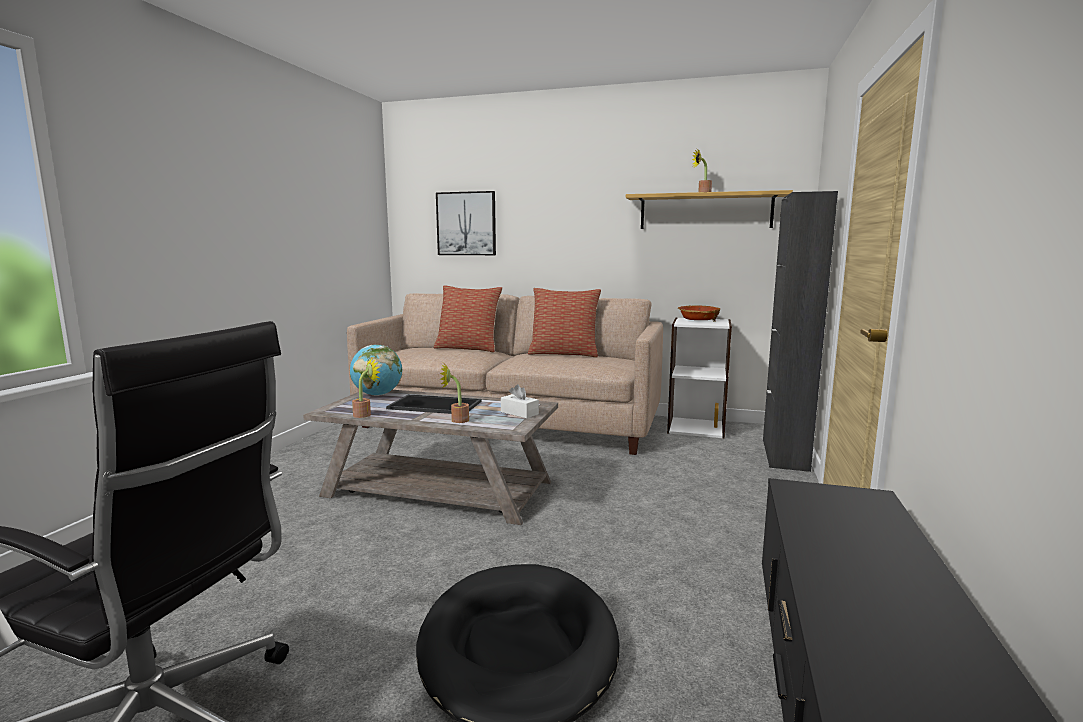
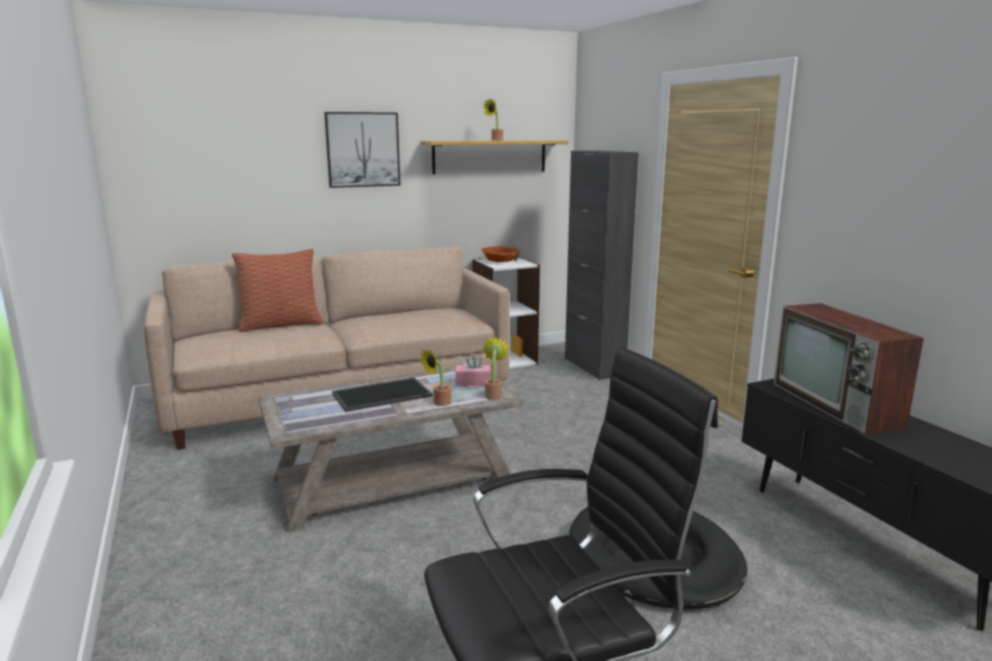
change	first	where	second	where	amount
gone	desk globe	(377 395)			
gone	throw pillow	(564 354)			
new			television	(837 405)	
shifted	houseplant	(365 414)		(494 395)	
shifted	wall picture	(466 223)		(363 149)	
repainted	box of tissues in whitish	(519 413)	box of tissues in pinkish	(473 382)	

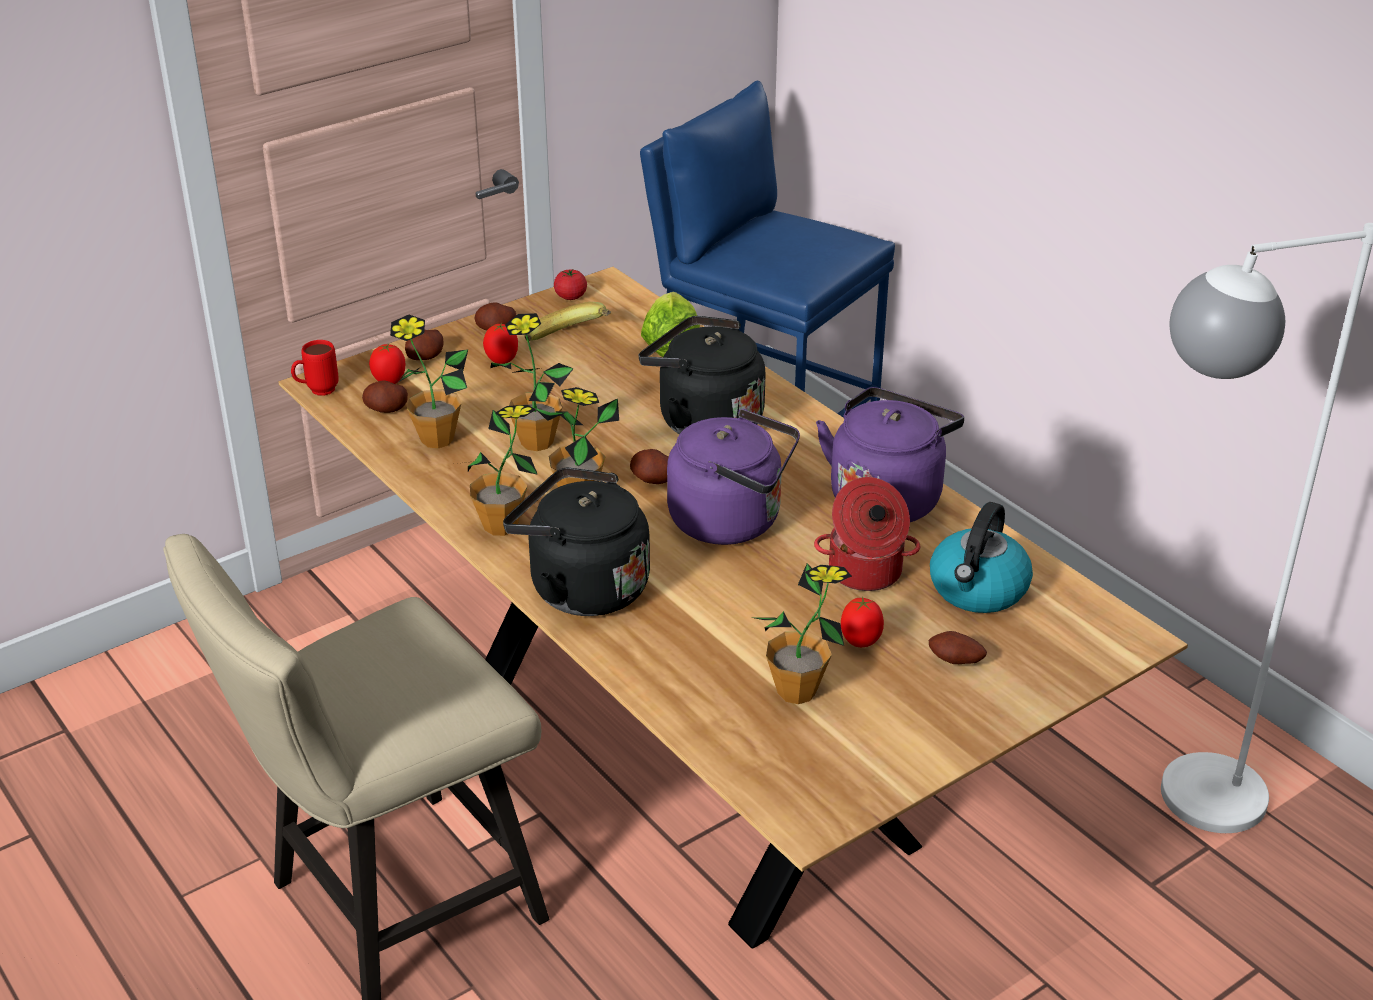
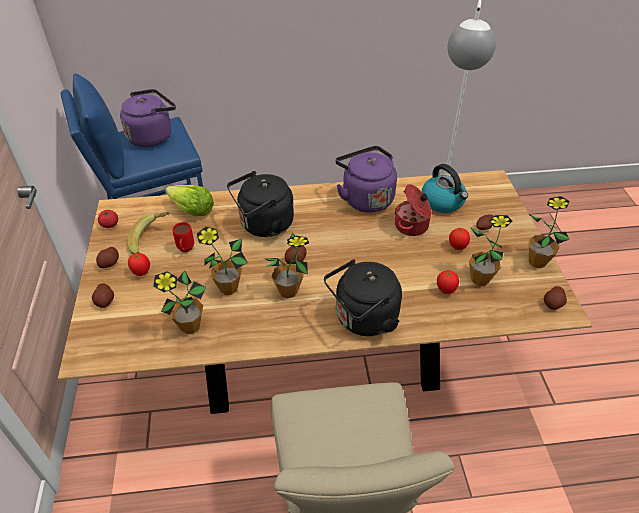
change	first	where	second	where	amount
shifted	mug in red	(316 392)		(185 250)	
shifted	whole potato	(386 409)		(553 304)	
shifted	tomato	(390 382)		(446 290)	
shifted	houseplant	(501 526)		(537 261)	
shifted	water kettle in purple-coloured	(732 521)		(152 136)	

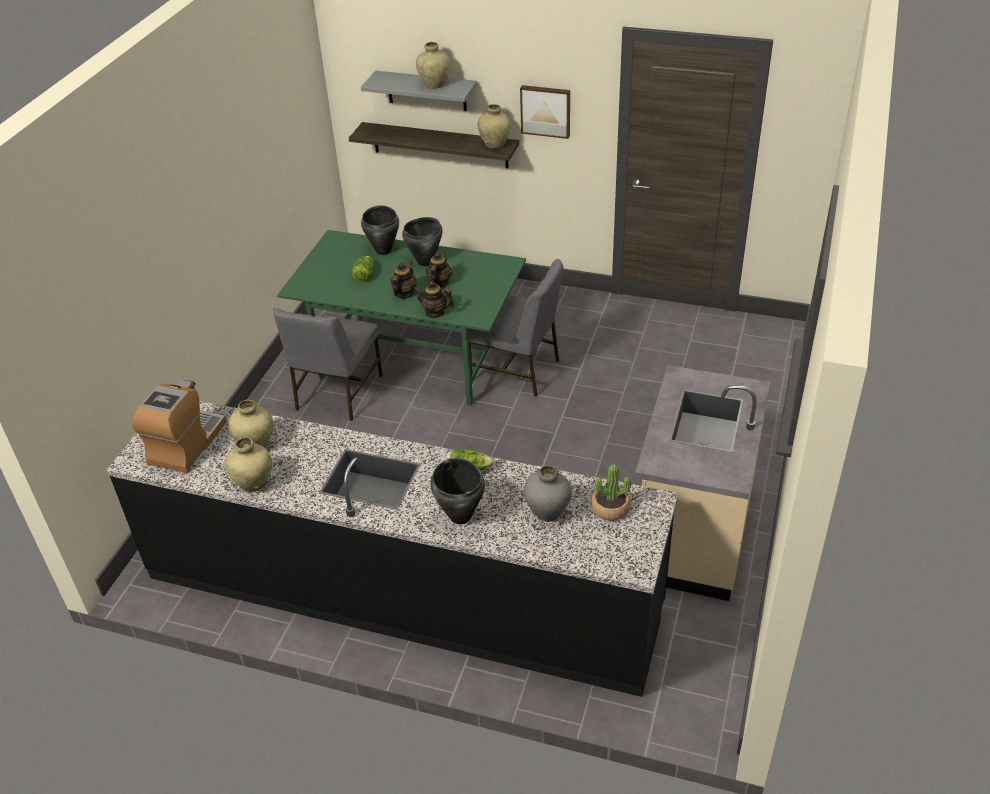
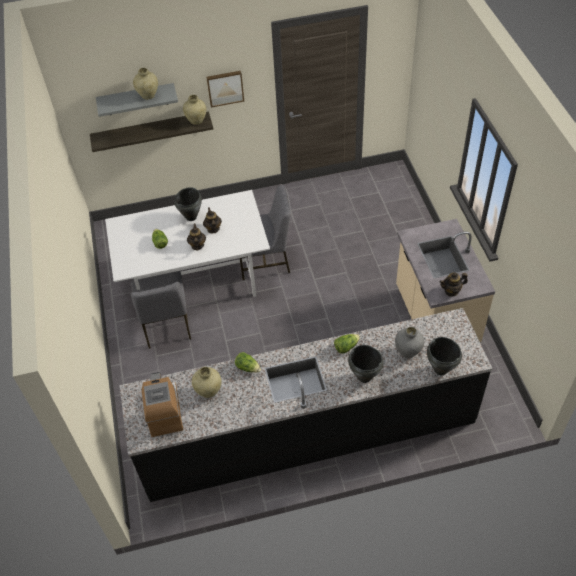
change	first	where	second	where	amount
gone	decorative vase in beige-coloured	(254 484)			
gone	houseplant	(610 508)			
new			head of lettuce	(248 367)	
shifted	saucepot in black-coloured	(384 250)		(441 369)	
shifted	pot for tea	(435 312)		(451 291)	
repainted	dining table in green-coloured	(411 359)	dining table in whitish	(195 281)	

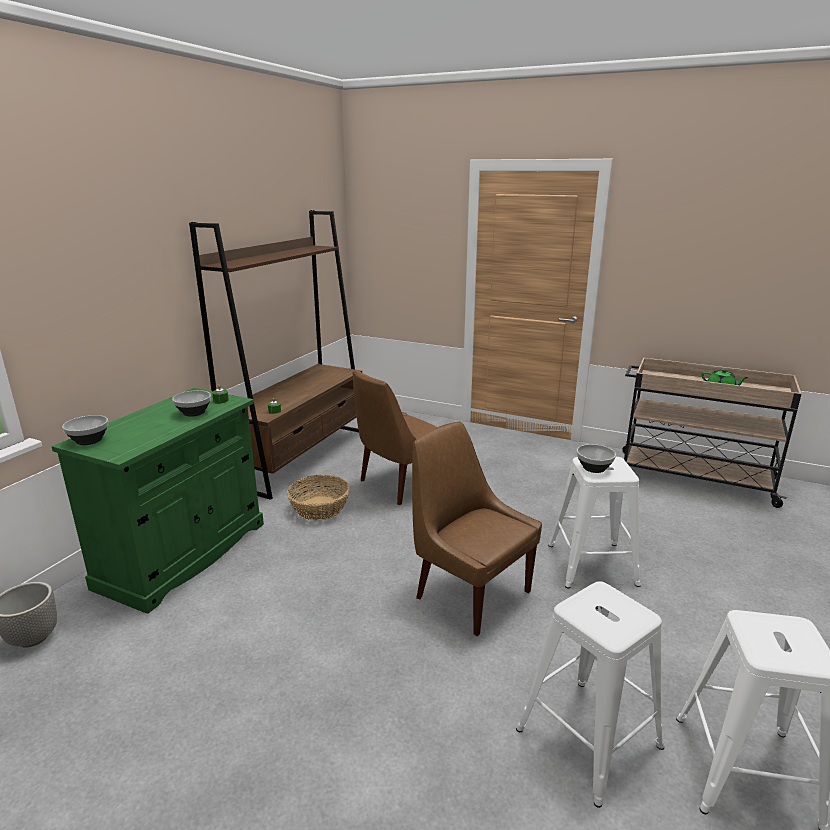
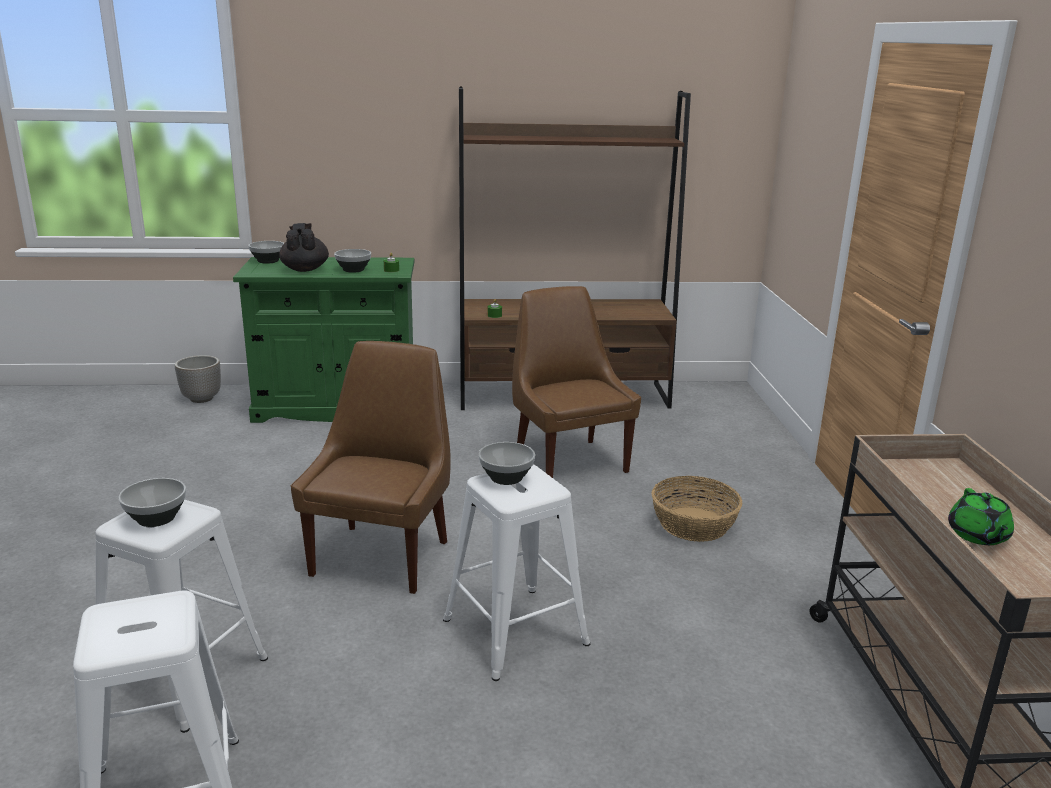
change	first	where	second	where	amount
new			serving bowl	(156 518)	
new			pot for tea in black-coloured	(305 269)	
shifted	basket	(320 508)		(694 524)	
rotated	plain chair in brown-coloured	(399 484)		(569 461)	45 degrees clockwise

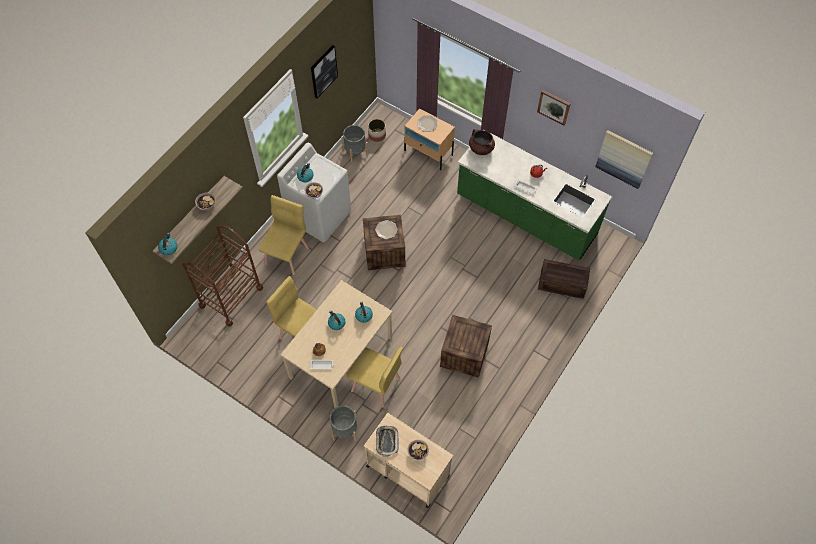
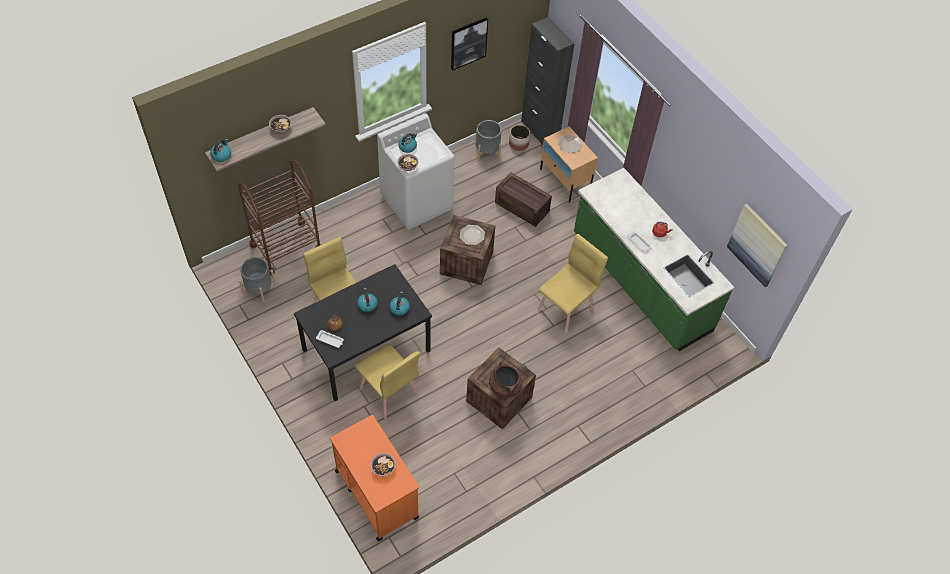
change	first	where	second	where	amount
gone	serving tray	(386 441)			
gone	wall picture	(554 106)			
new			cupboard in black-coloured	(540 130)	
shifted	plain chair in yellowish	(287 255)		(566 308)	
shifted	flower pot in gray	(344 429)		(259 289)	
shifted	saucepot in brown-coloured	(481 148)		(504 387)	
shifted	shipping crate	(562 283)		(523 207)	
repainted	dining table in beige-coloured	(341 356)	dining table in black-coloured	(366 349)	
repainted	wheeled cart in beige-coloured	(407 470)	wheeled cart in orange	(376 493)	

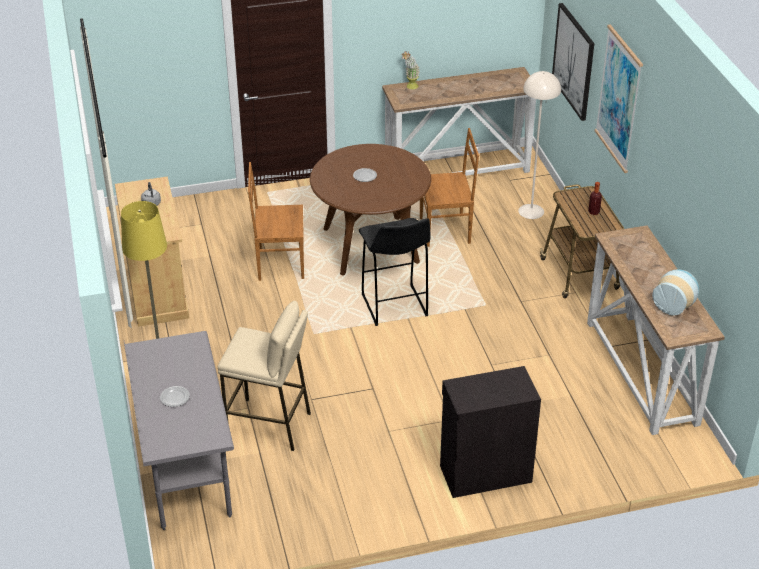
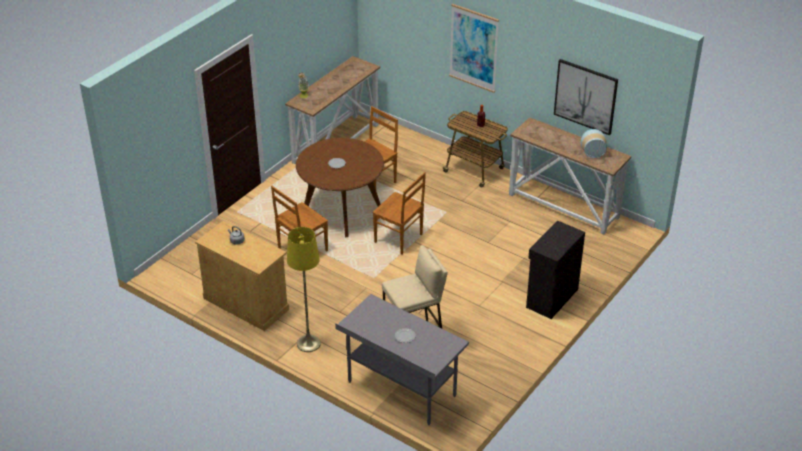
change	first	where	second	where	amount
gone	standing lamp in beige-coloured	(531 211)			
shifted	wall picture	(574 61)		(585 96)	
swapped	sitting stool in black-coloured	(395 307)	plain chair in brown-coloured	(399 239)	

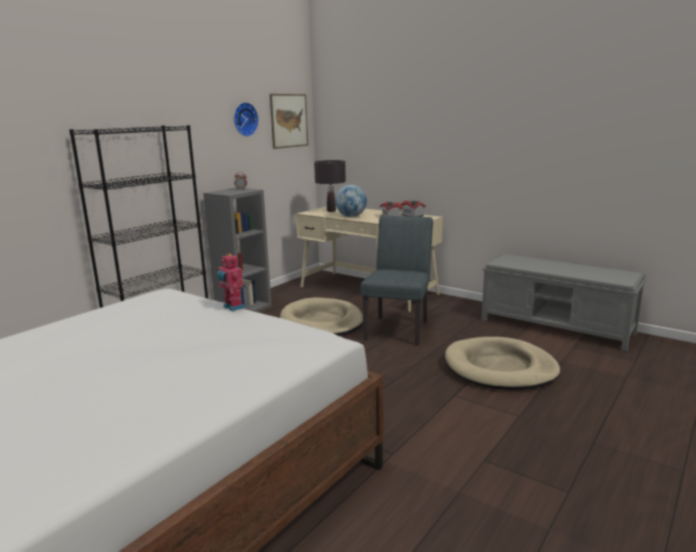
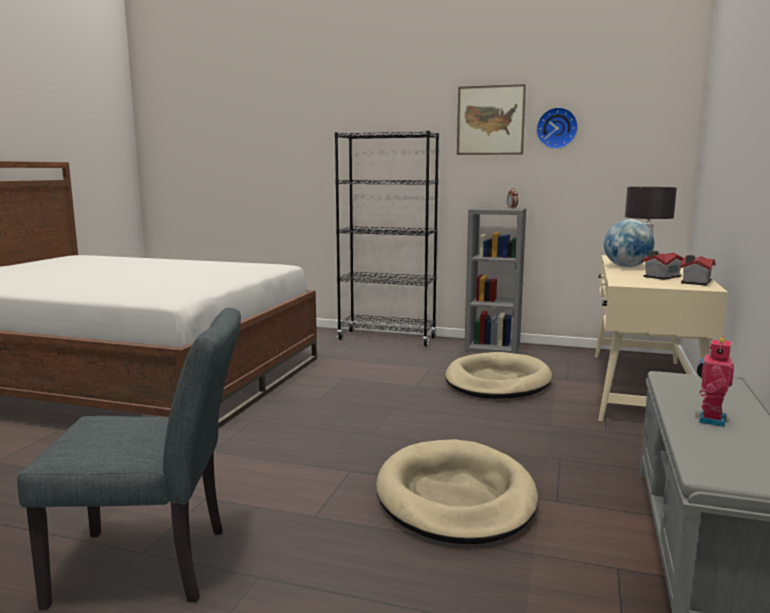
change	first	where	second	where	amount
shifted	robot figure	(232 307)		(709 419)	
shifted	wall picture	(289 120)		(490 120)	
shifted	plain chair in gray	(398 328)		(155 565)	

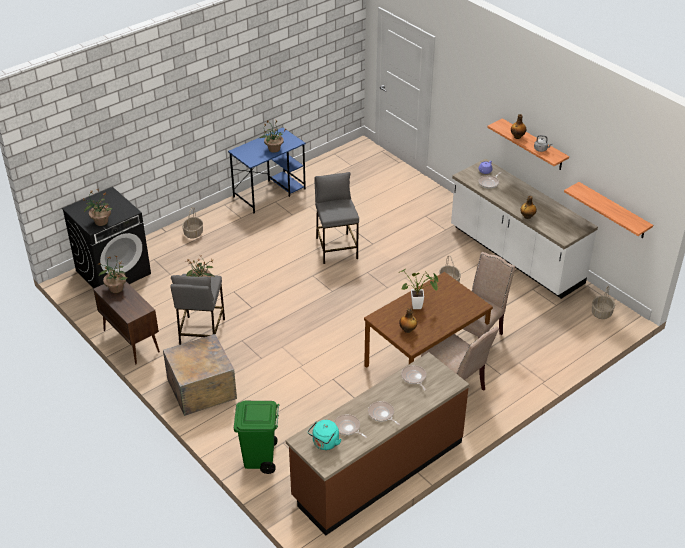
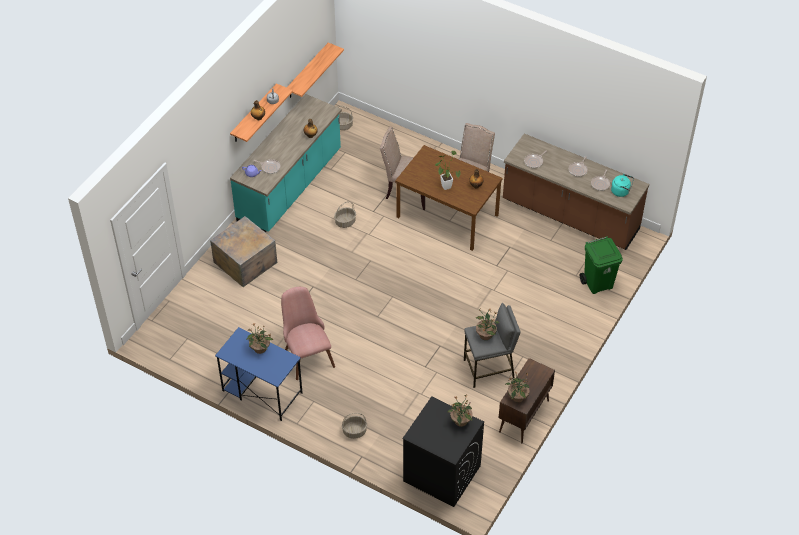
change	first	where	second	where	amount
gone	sitting stool in gray	(336 248)			
new			plain chair in pinkish	(306 353)	
shifted	shipping crate	(200 388)		(245 263)	
repainted	counter in whitish	(515 256)	counter in blue-green	(290 187)	

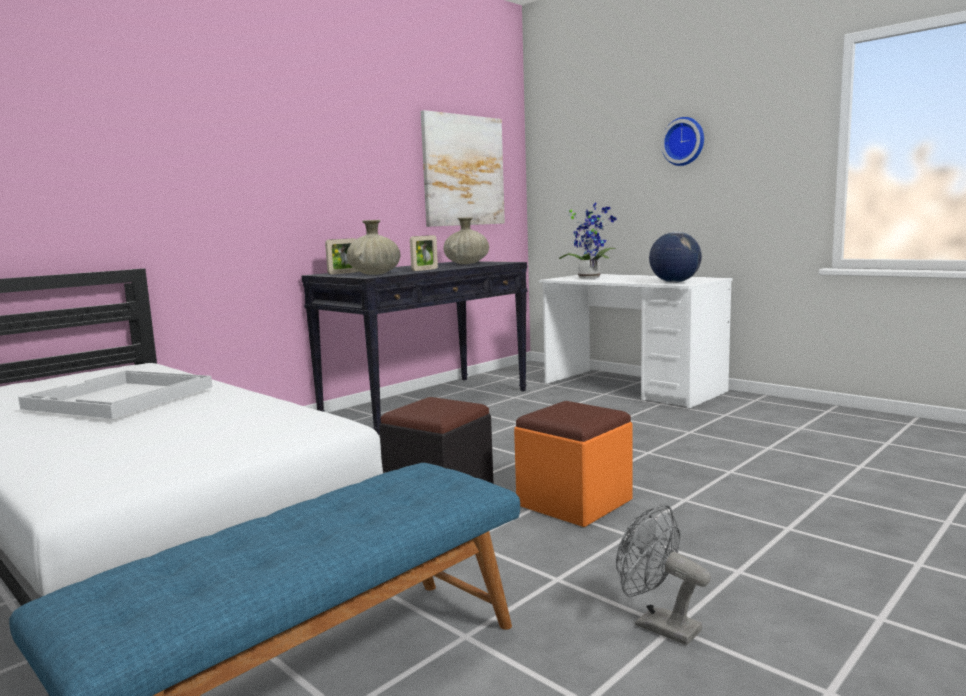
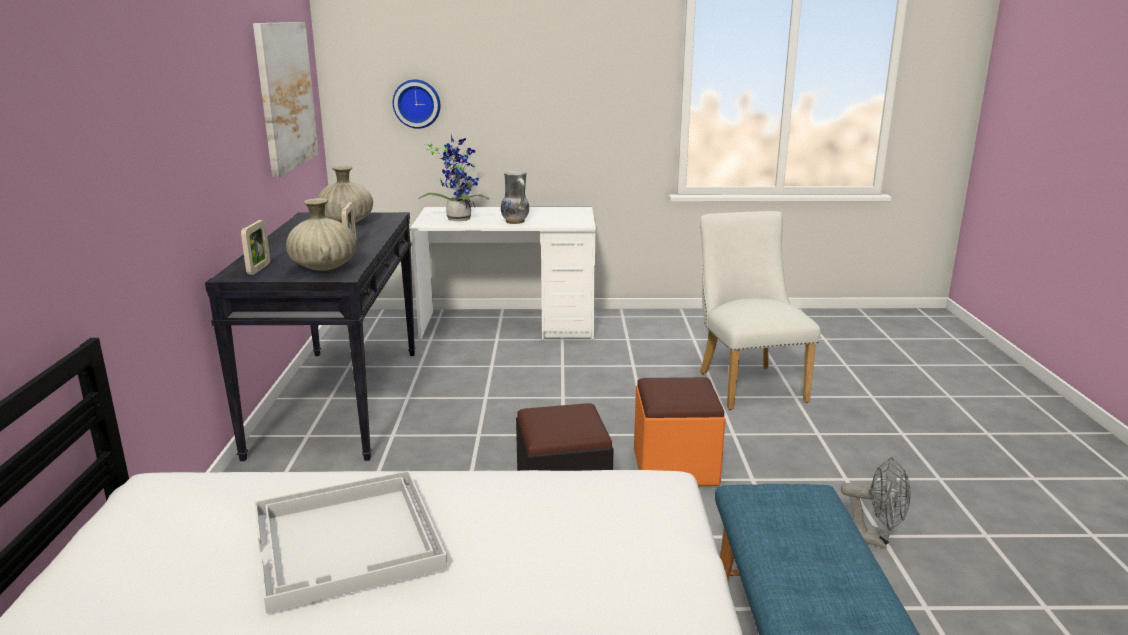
change	first	where	second	where	amount
gone	desk globe	(674 282)			
new			decorative vase	(515 222)	
new			plain chair in whitish	(747 383)	
shifted	clock on the wall	(684 141)		(417 103)	
rotated	cooling fan in gray	(658 625)		(874 538)	150 degrees counterclockwise

